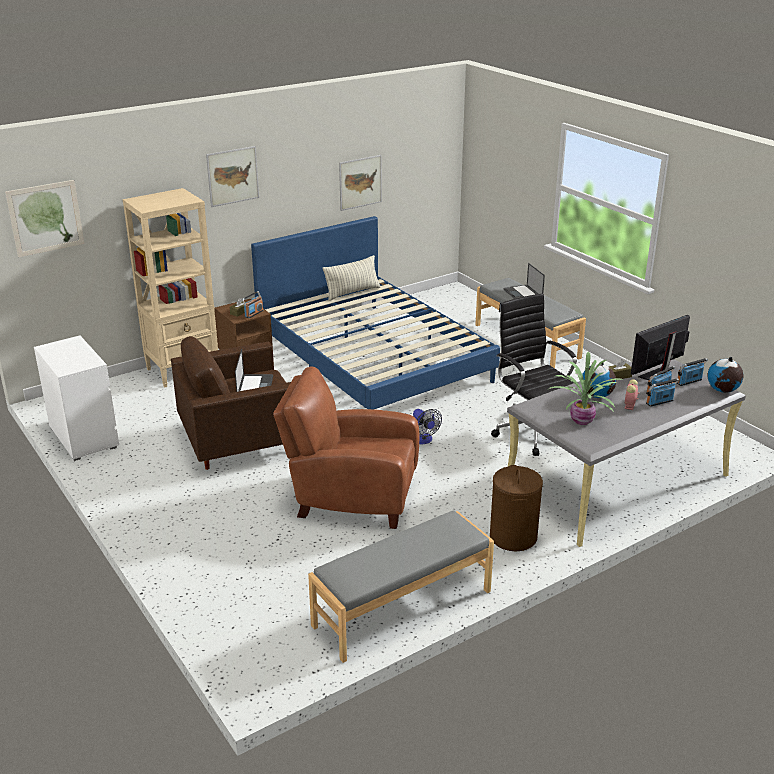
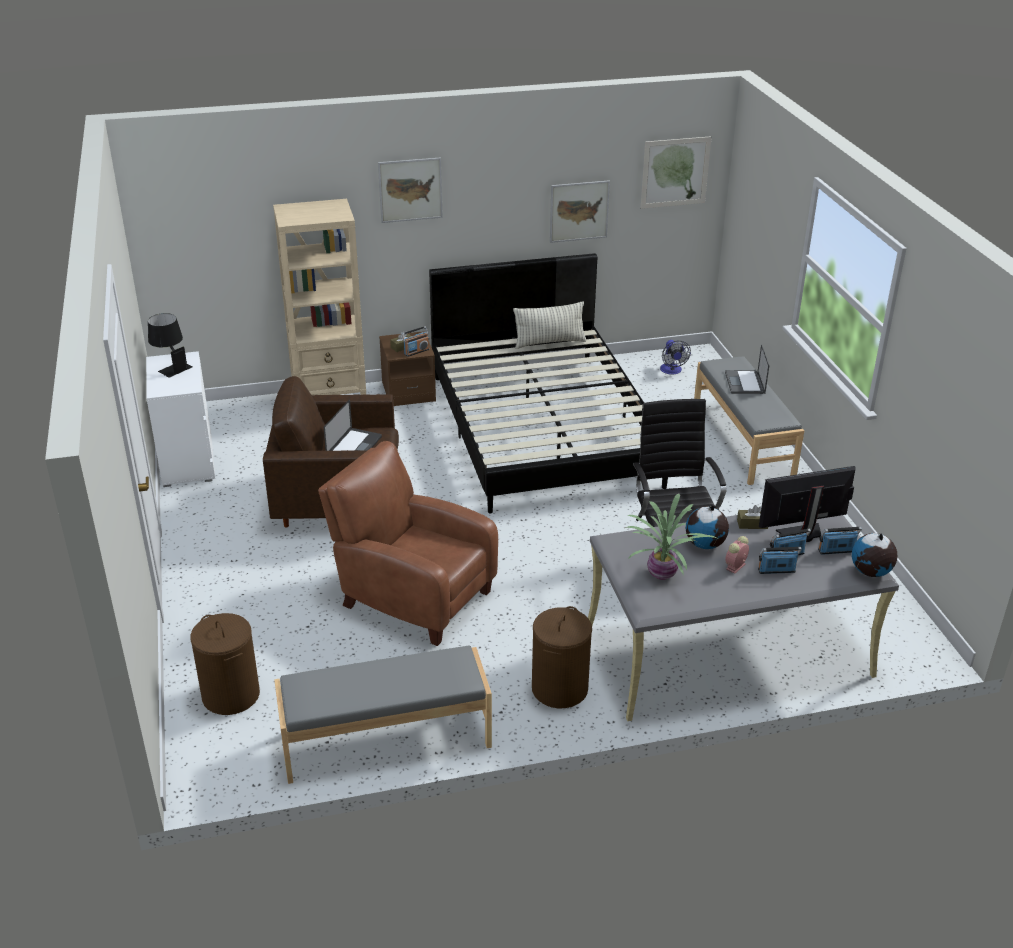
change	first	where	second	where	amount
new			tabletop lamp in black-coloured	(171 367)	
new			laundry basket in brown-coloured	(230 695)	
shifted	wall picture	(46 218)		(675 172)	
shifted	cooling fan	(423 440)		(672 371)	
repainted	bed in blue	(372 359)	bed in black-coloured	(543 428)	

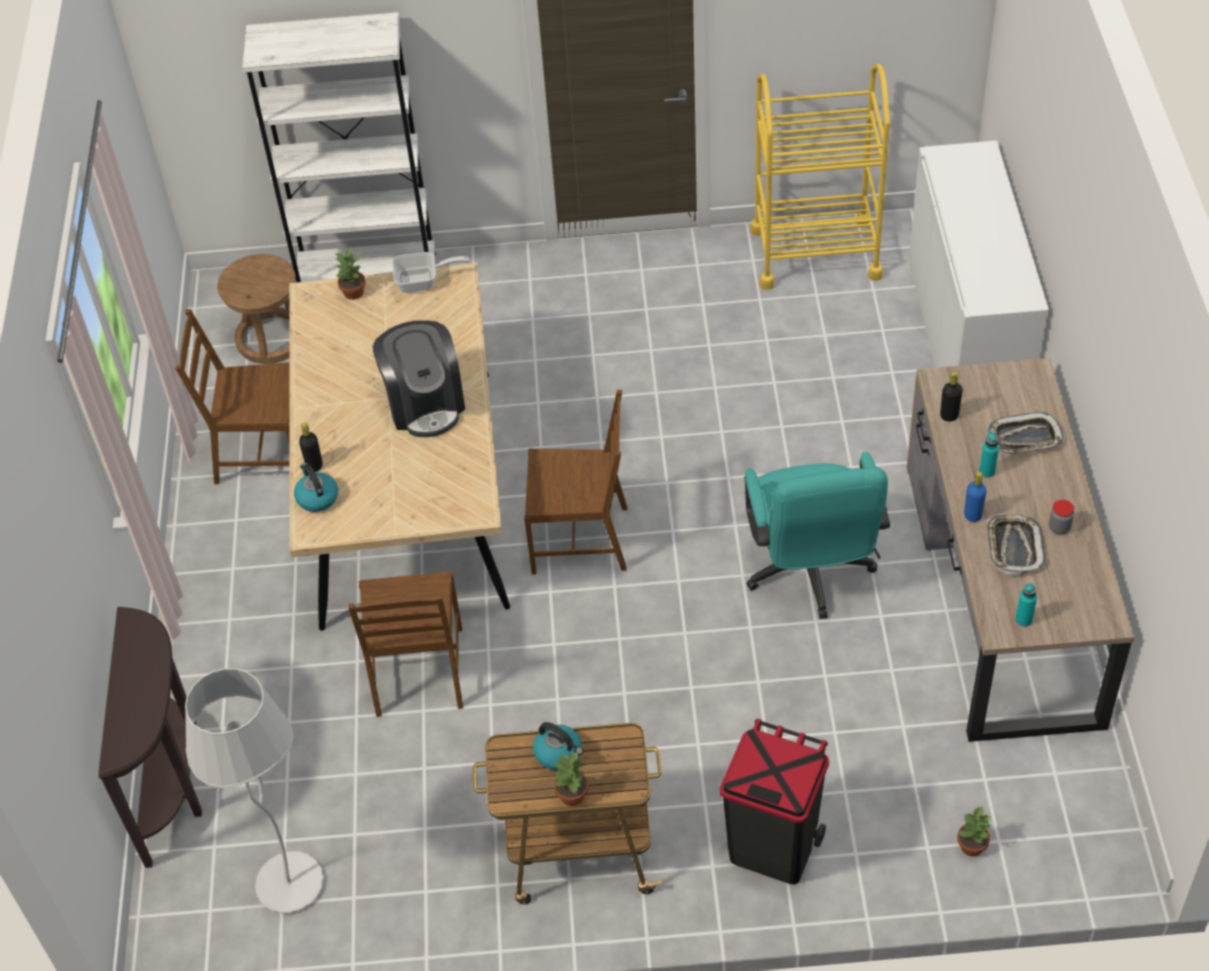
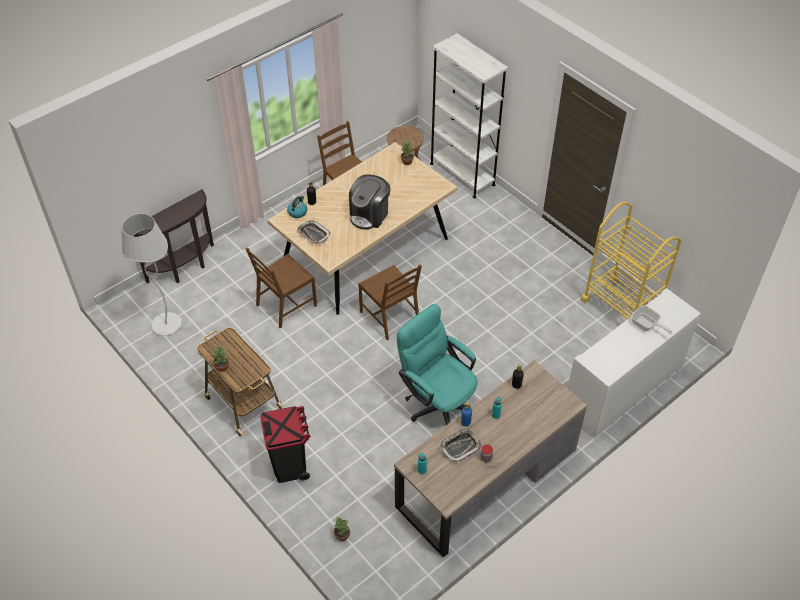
change	first	where	second	where	amount
gone	water kettle	(559 753)			
shifted	frying pan	(423 282)		(646 325)	
shifted	serving tray	(1025 438)		(313 234)	
rotated	computer chair in blue-green	(810 574)		(437 403)	90 degrees clockwise

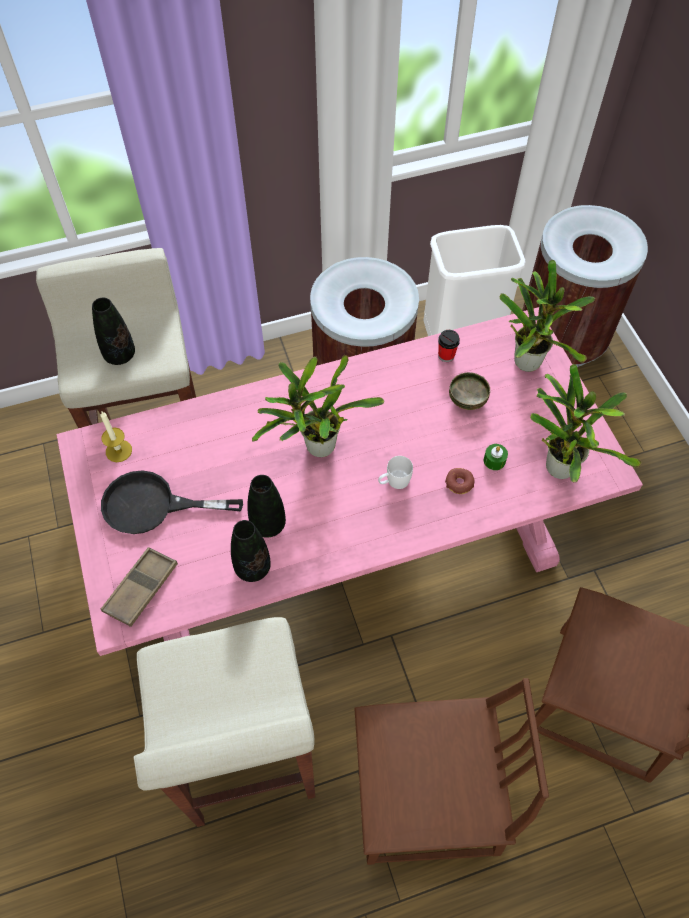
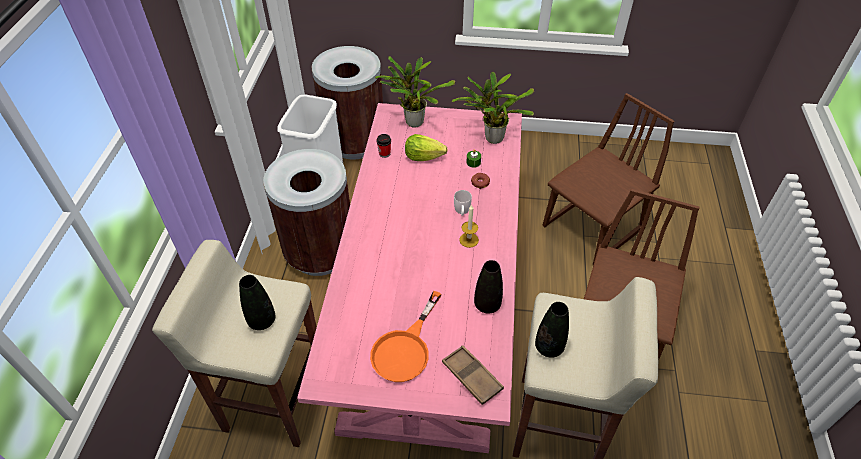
change	first	where	second	where	amount
gone	houseplant	(316 447)			
shifted	wax light	(118 451)		(469 240)	
shifted	decorative vase in black-coloured	(268 524)		(549 347)	
swapped	serving bowl	(467 399)	head of lettuce	(423 157)	
repainted	frying pan in black-coloured	(153 505)	frying pan in orange	(405 349)	

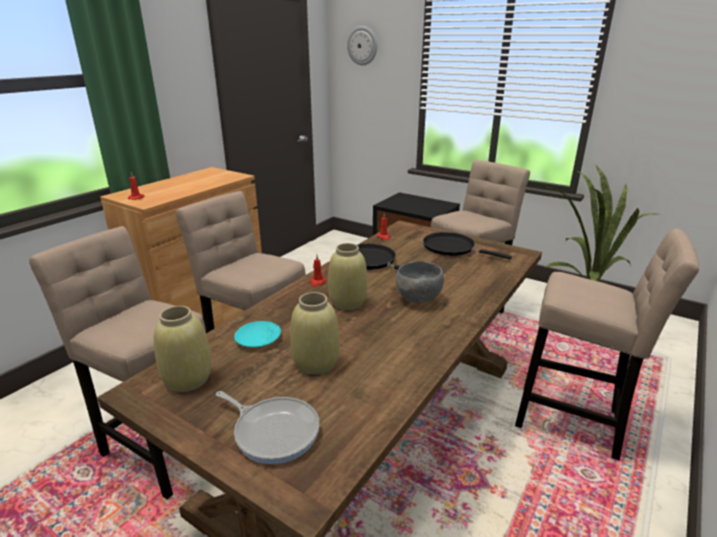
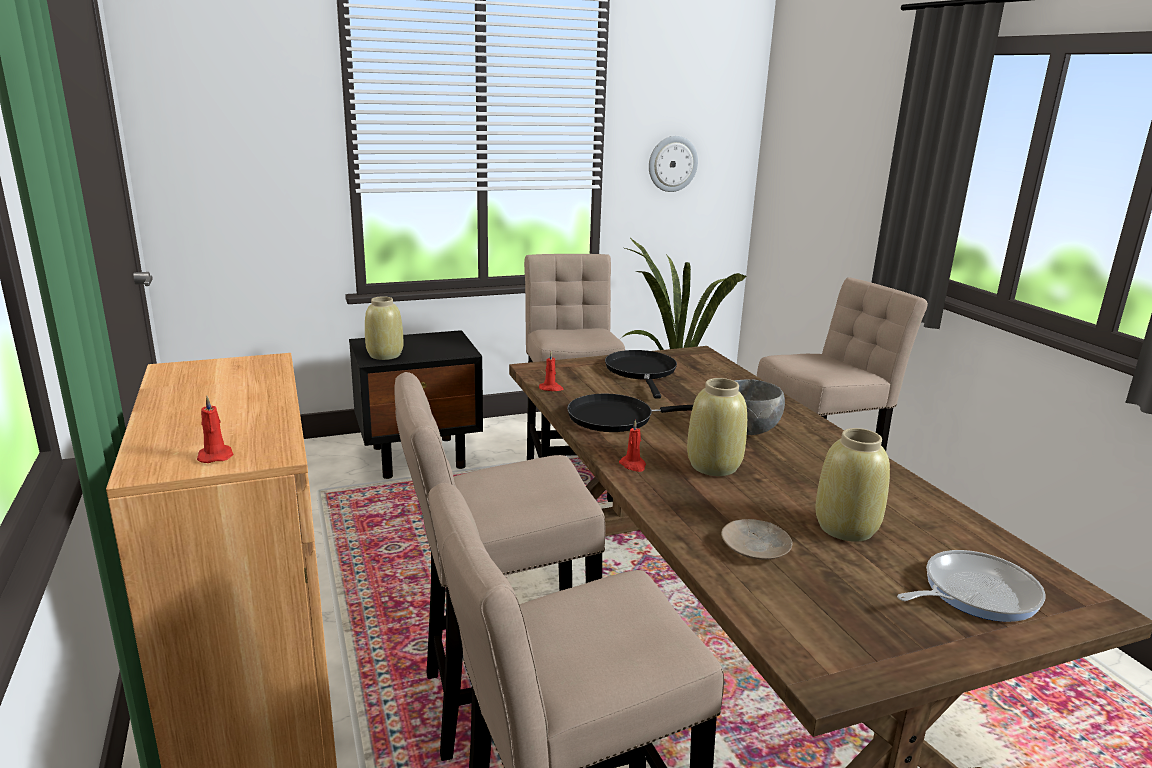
change	first	where	second	where	amount
shifted	decorative vase in beige-coloured	(188 379)		(385 355)	
shifted	clock on the wall	(362 46)		(672 164)	
repainted	plate in blue-green	(259 339)	plate in beige-coloured	(755 547)	
rotated	frying pan in black-coloured	(452 248)		(641 372)	105 degrees clockwise

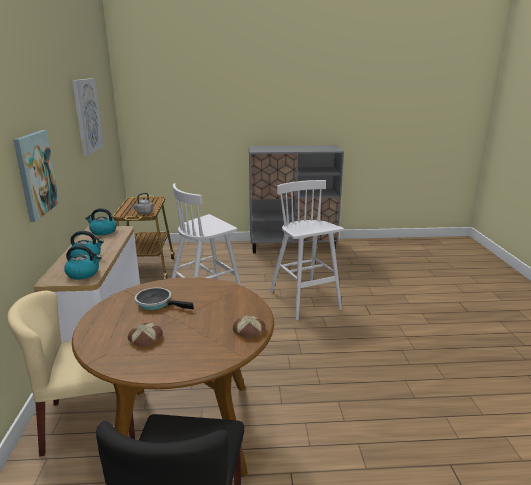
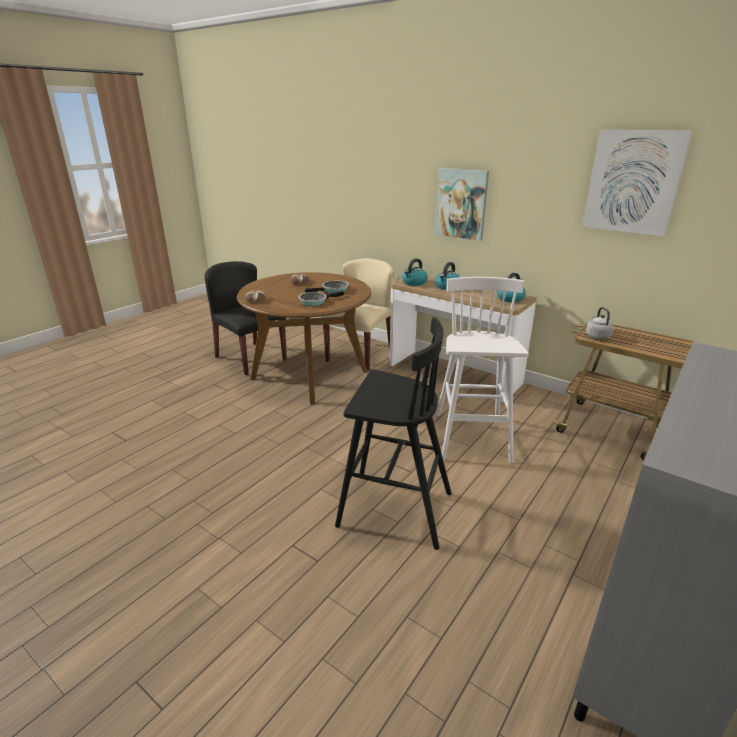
change	first	where	second	where	amount
new			frying pan	(315 301)	
repainted	sitting stool in whitish	(305 301)	sitting stool in black-coloured	(393 509)	

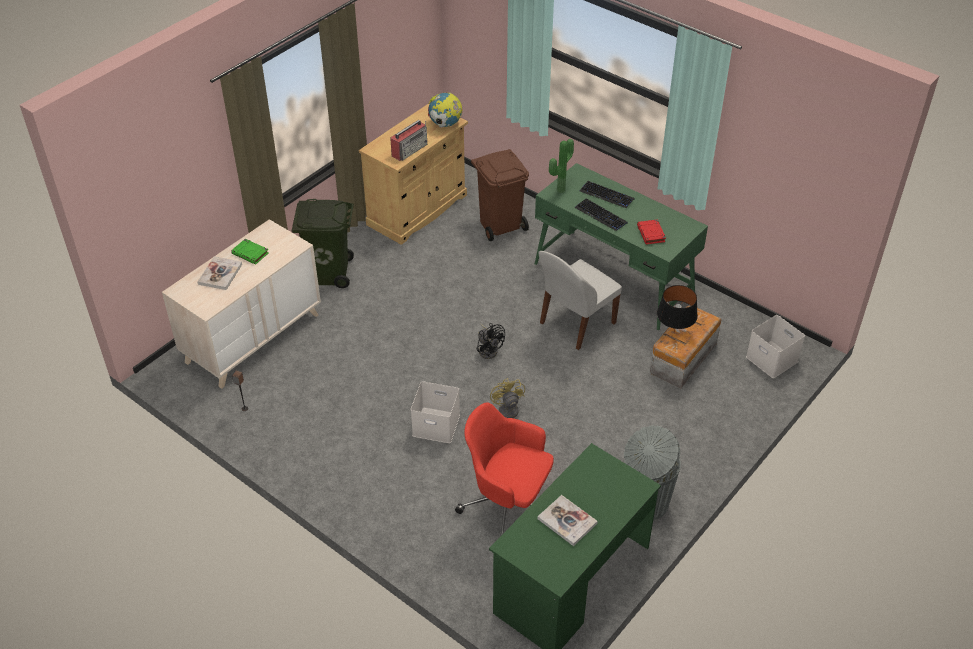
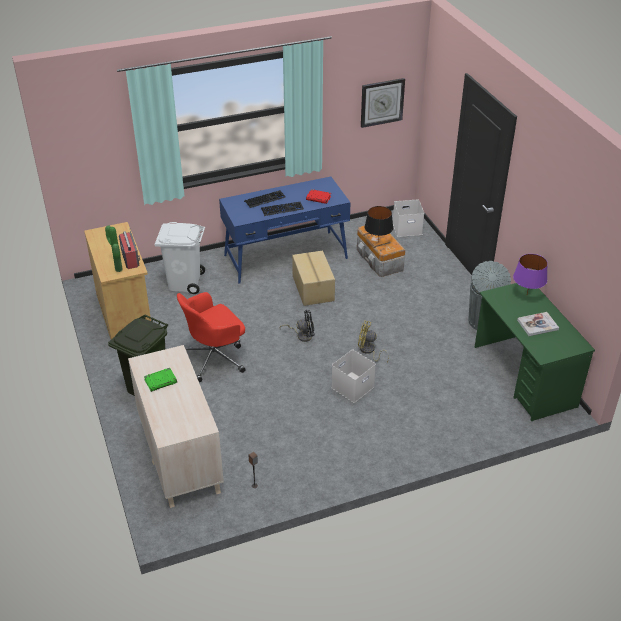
change	first	where	second	where	amount
gone	volume	(220 274)			
gone	desk globe	(445 124)			
new			clock on the wall	(382 102)	
new			tabletop lamp in purple-coloured	(526 295)	
shifted	computer chair in red	(507 505)		(214 358)	
shifted	houseplant	(559 189)		(117 270)	
swapped	plain chair in whitish	(576 324)	cardboard box	(312 288)	
repainted	trash can in brown-coloured	(501 225)	trash can in whitish	(184 282)	
repainted	desk table in green-coloured	(613 279)	desk table in blue	(286 257)	

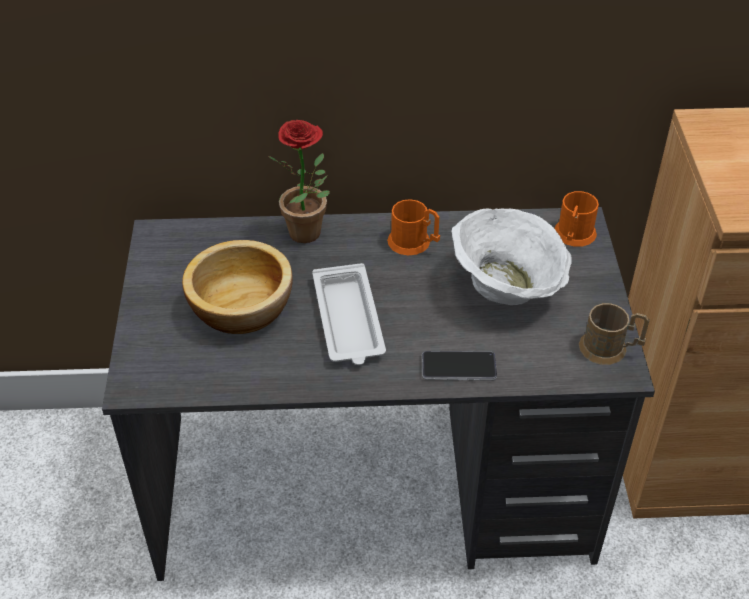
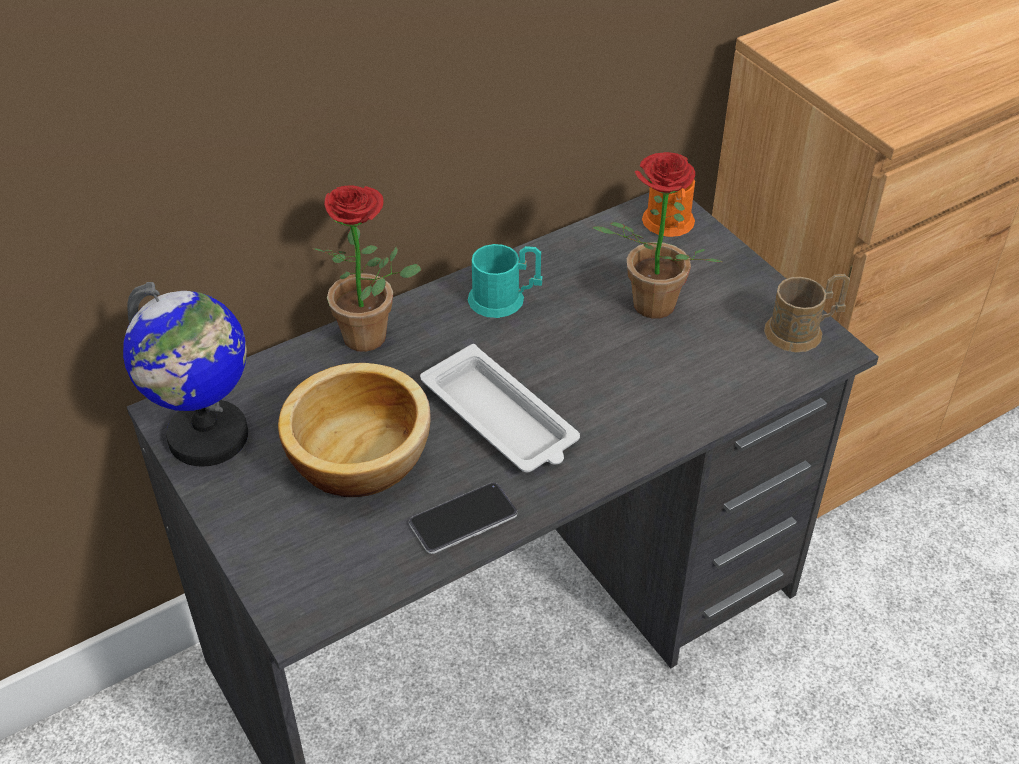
change	first	where	second	where	amount
new			desk globe	(208 437)	
shifted	telephone	(458 367)		(463 519)	
swapped	serving bowl in whitish	(507 288)	houseplant	(646 308)	
repainted	mug in orange	(414 243)	mug in blue-green	(504 299)	

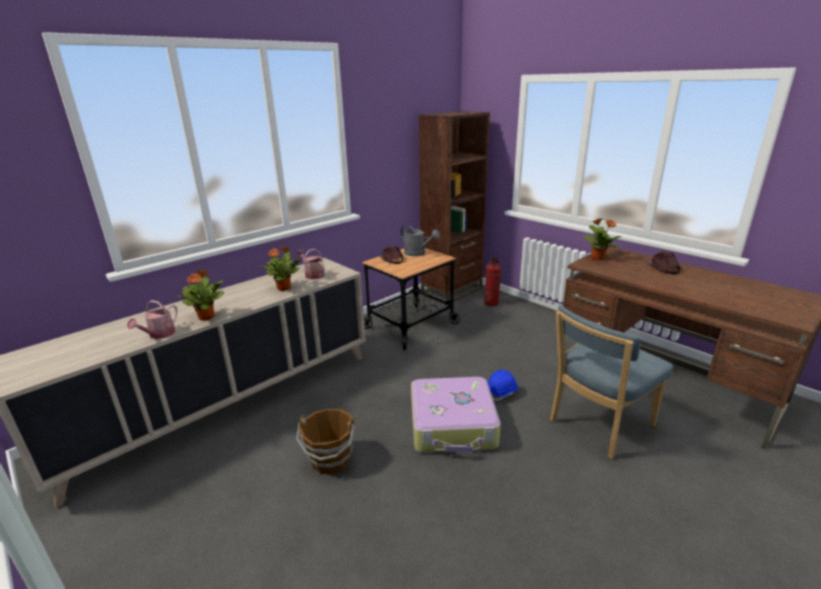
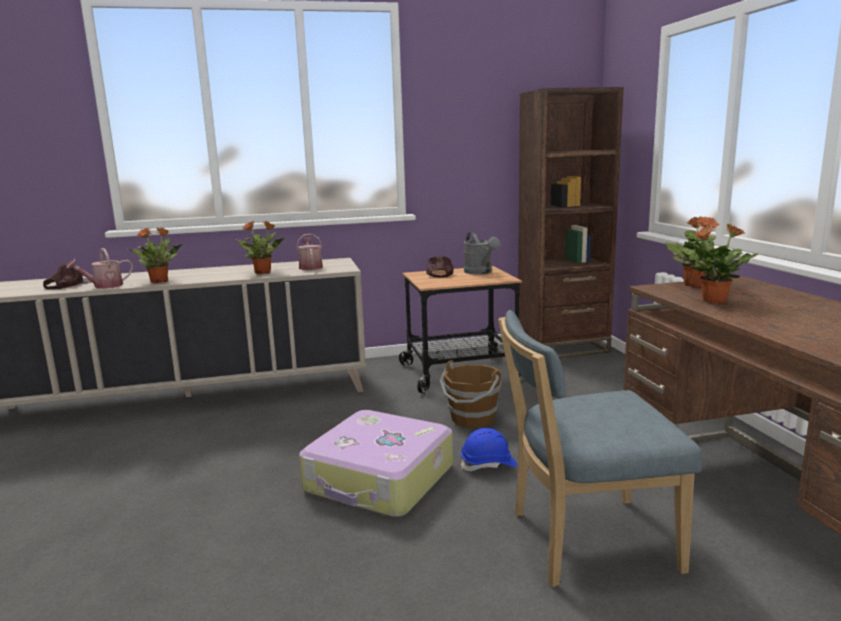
change	first	where	second	where	amount
gone	extinguisher	(491 303)			
new			houseplant	(713 301)	
shifted	bucket in brown-coloured	(330 460)		(472 419)	
shifted	baseball cap in brown-coloured	(662 268)		(69 284)	

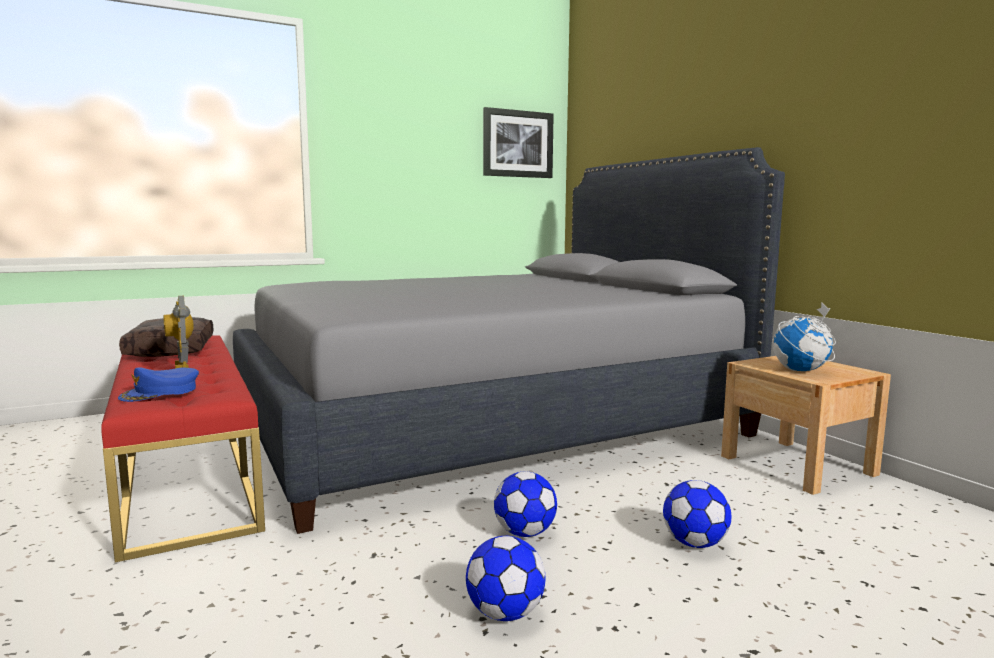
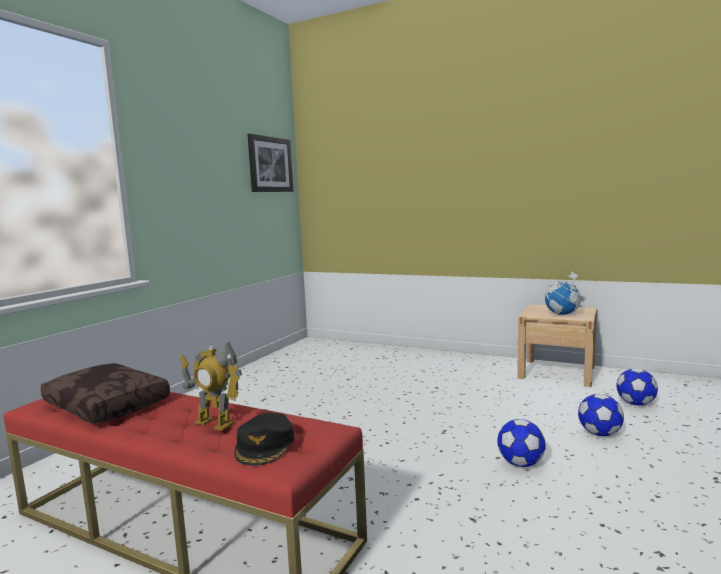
change	first	where	second	where	amount
gone	bed in gray	(488 423)			
shifted	ball for football	(505 613)		(635 404)	
repainted	baseball cap in blue	(160 392)	baseball cap in black-coloured	(265 445)	

